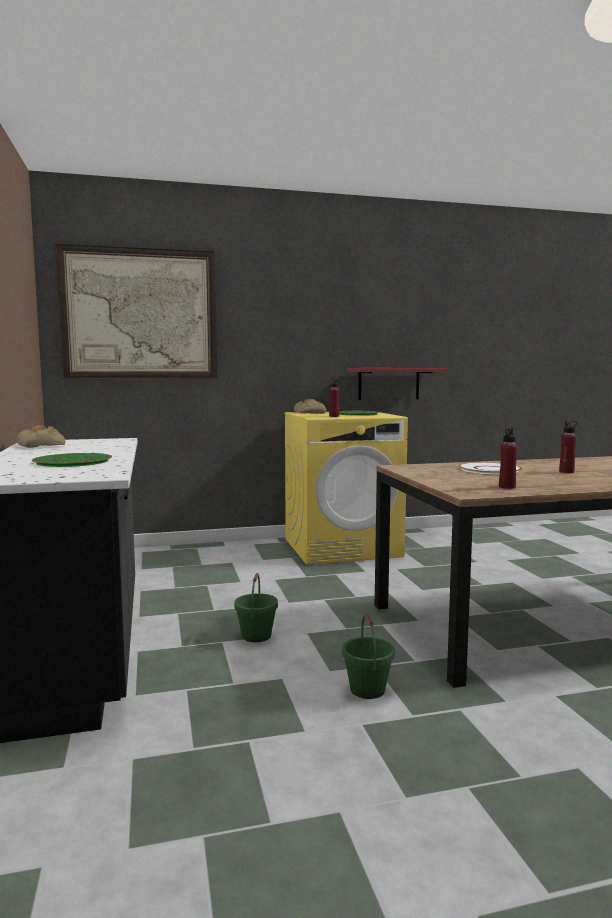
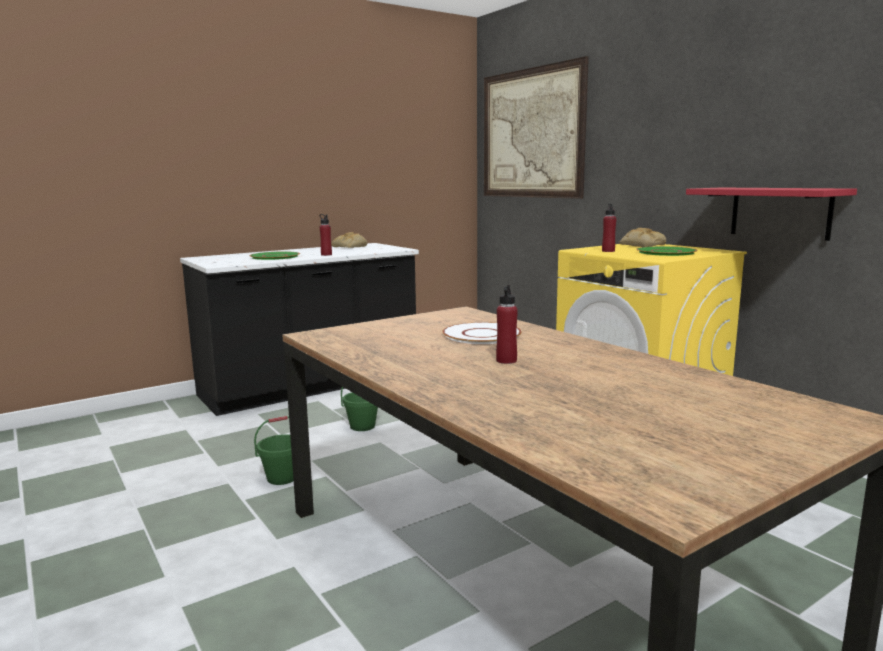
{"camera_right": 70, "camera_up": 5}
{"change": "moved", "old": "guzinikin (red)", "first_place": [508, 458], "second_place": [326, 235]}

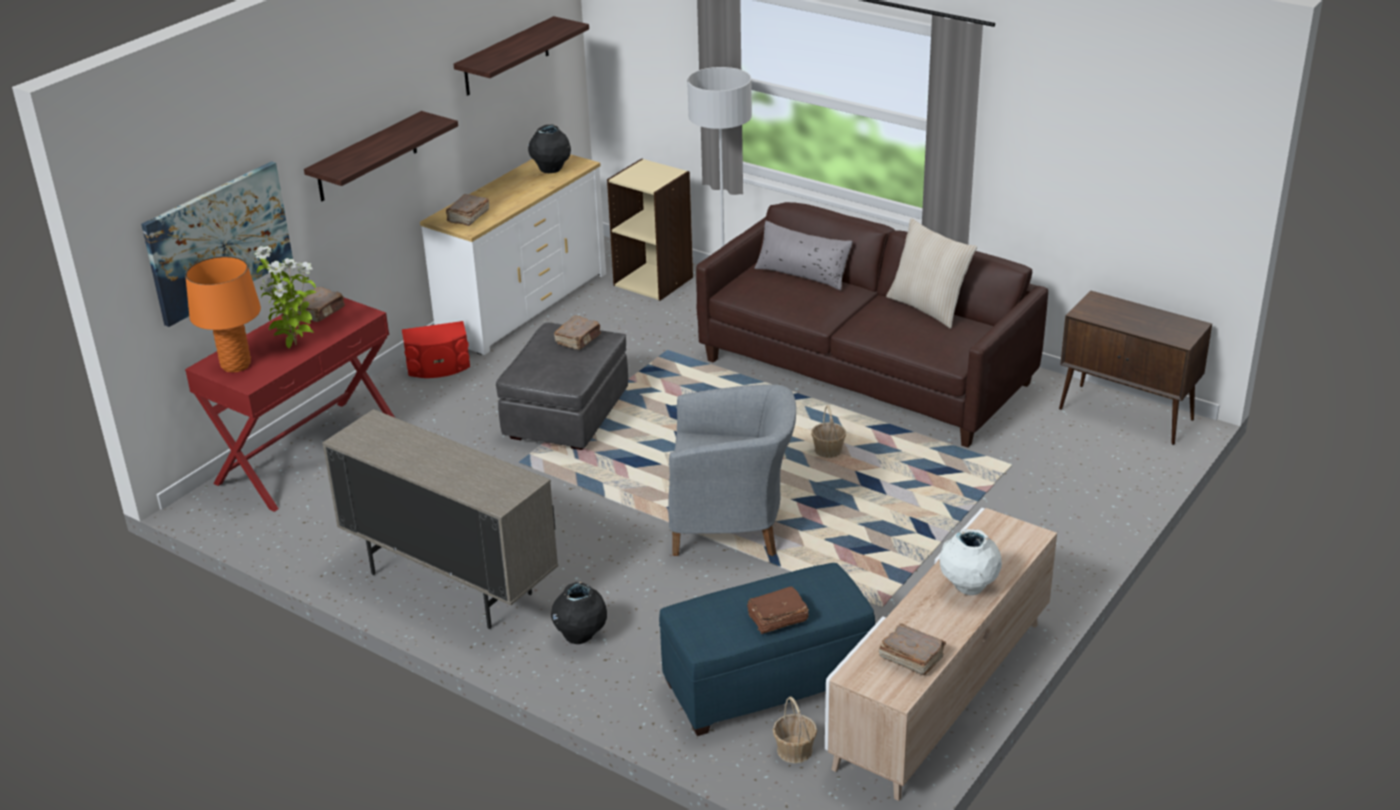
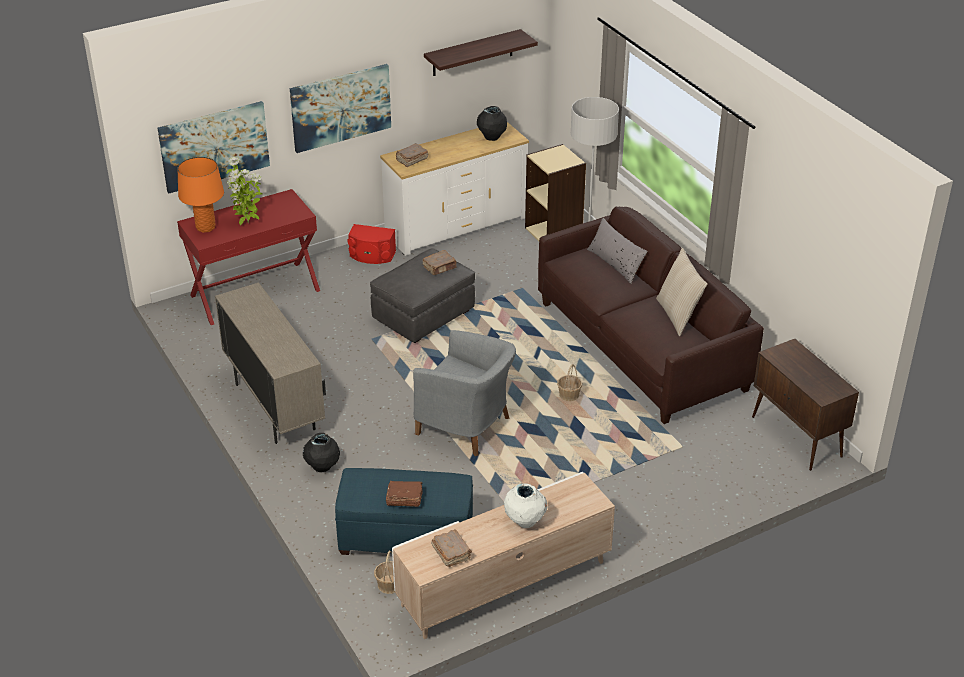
{"camera_right": 25, "camera_up": 5}
{"change": "removed", "old": "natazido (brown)", "first_place": [320, 304]}
{"change": "replaced", "old": "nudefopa", "new": "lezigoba", "first_place": [381, 156], "second_place": [340, 108]}

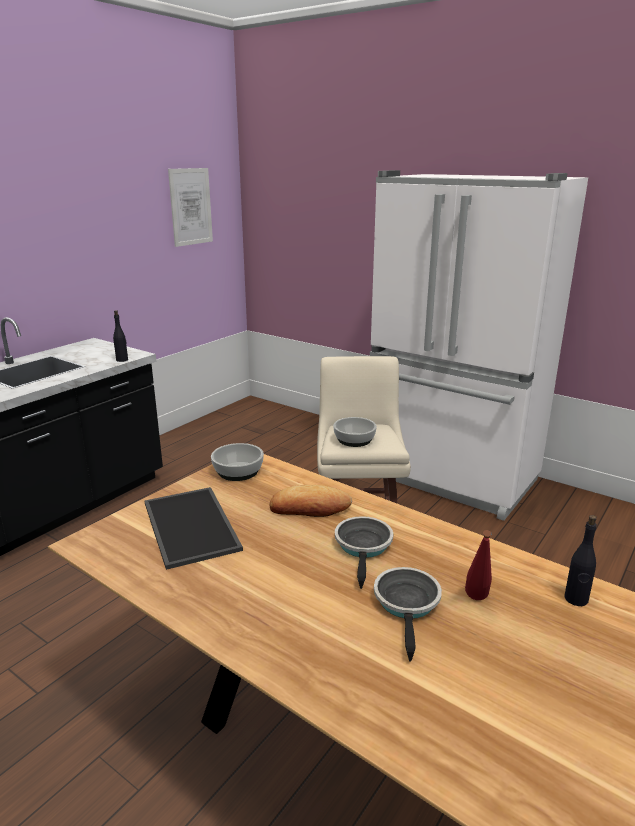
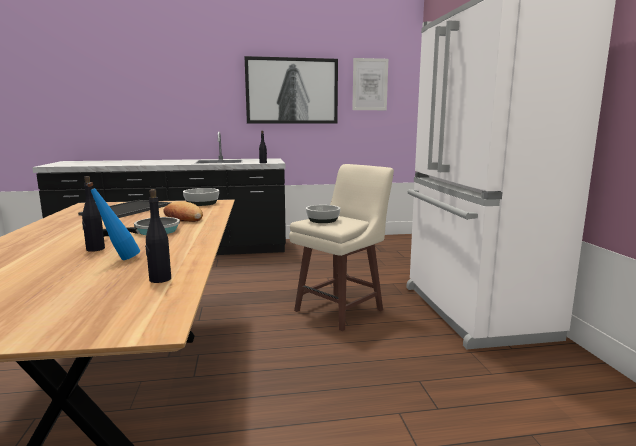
{"camera_right": 45, "camera_up": -10}
{"change": "replaced", "old": "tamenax", "new": "guzinikin (black)", "first_place": [408, 614], "second_place": [93, 214]}
{"change": "recoloured", "old": "guzinikin (red)", "new": "guzinikin (blue)", "first_place": [478, 565], "second_place": [113, 221]}
{"change": "added", "new": "lezigoba", "second_place": [291, 90]}

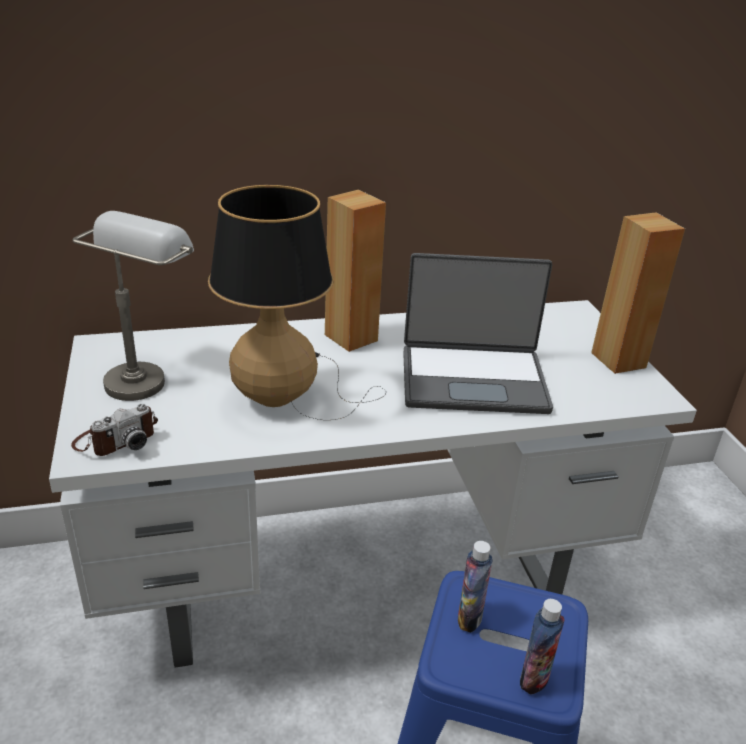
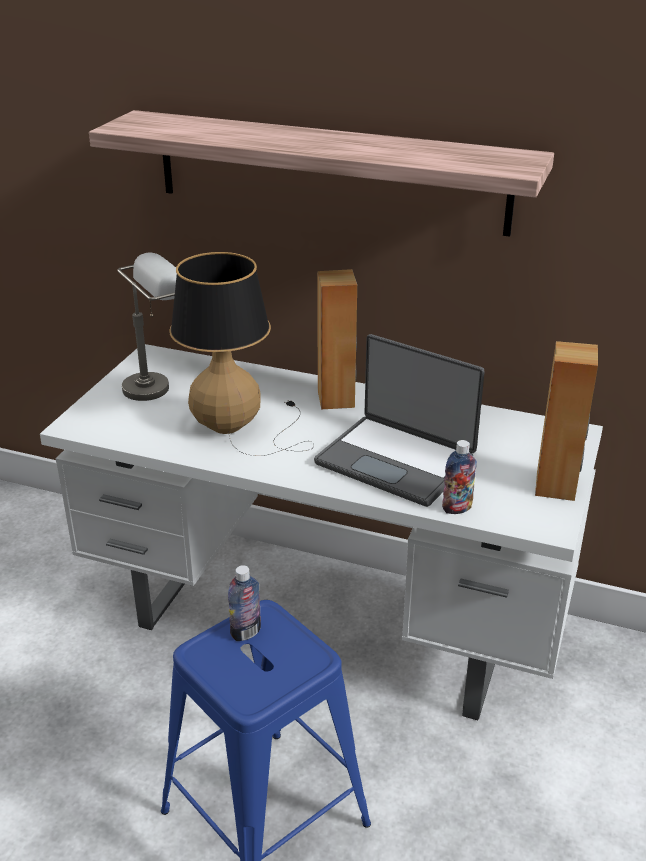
{"camera_right": 35, "camera_up": 0}
{"change": "removed", "old": "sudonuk", "first_place": [114, 430]}
{"change": "moved", "old": "guzinikin", "first_place": [542, 646], "second_place": [459, 477]}
{"change": "added", "new": "nudefopa", "second_place": [321, 173]}

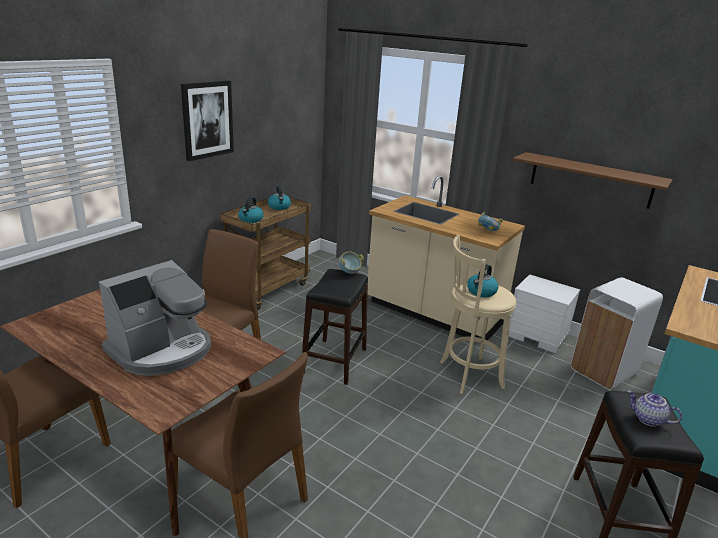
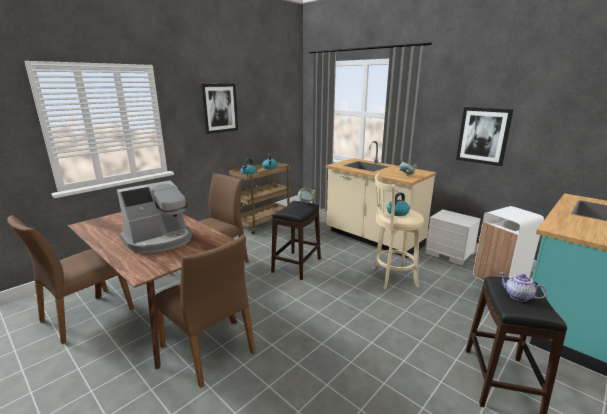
{"camera_right": 10, "camera_up": -5}
{"change": "replaced", "old": "nudefopa (brown)", "new": "lezigoba", "first_place": [593, 180], "second_place": [485, 136]}

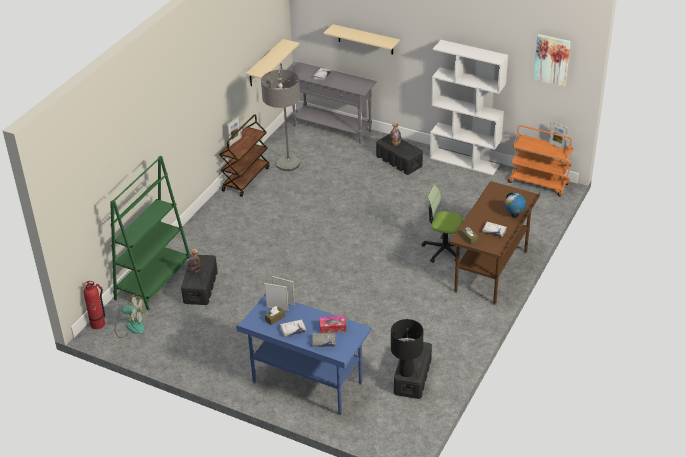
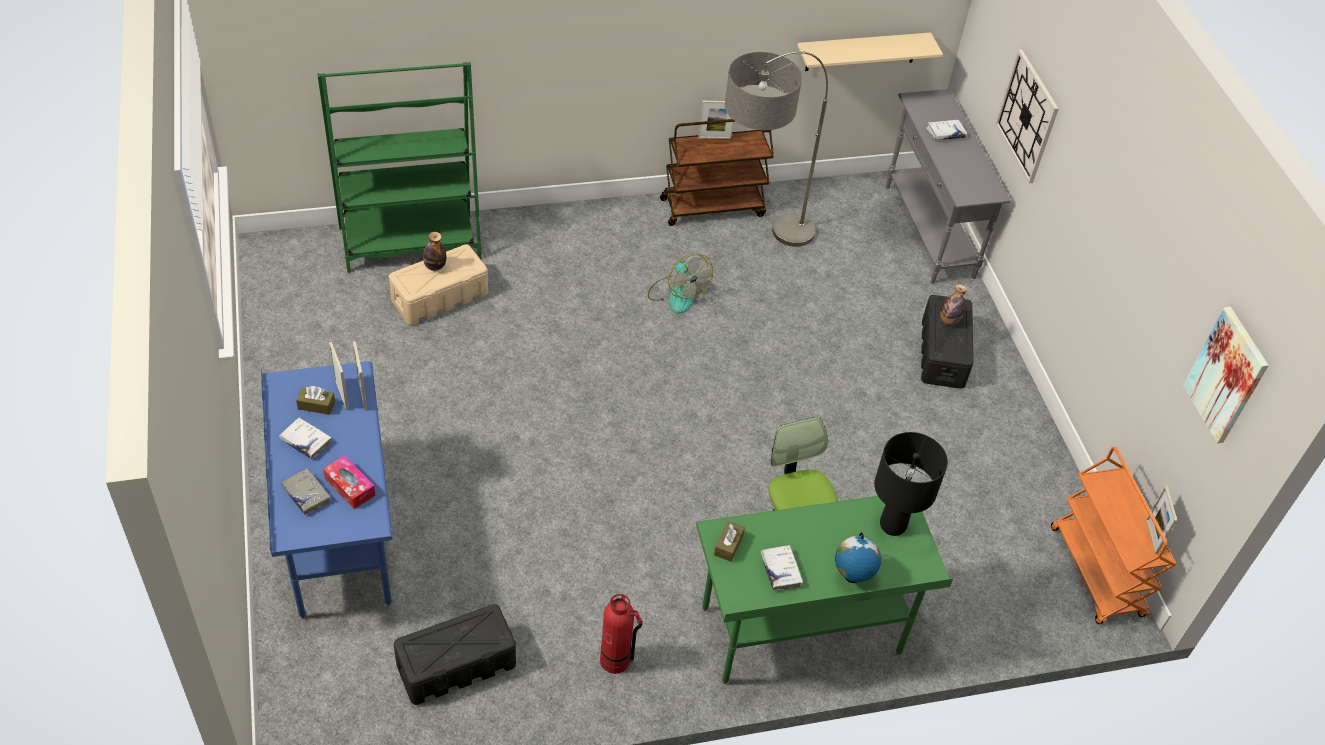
{"camera_right": 45, "camera_up": 10}
{"change": "moved", "old": "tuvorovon", "first_place": [95, 305], "second_place": [621, 634]}
{"change": "moved", "old": "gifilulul", "first_place": [130, 316], "second_place": [680, 284]}
{"change": "recoloured", "old": "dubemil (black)", "new": "dubemil (beige)", "first_place": [199, 280], "second_place": [438, 284]}
{"change": "replaced", "old": "nudefopa (beige)", "new": "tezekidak", "first_place": [362, 39], "second_place": [1027, 116]}
{"change": "moved", "old": "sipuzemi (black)", "first_place": [407, 348], "second_place": [911, 484]}
{"change": "removed", "old": "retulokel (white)", "first_place": [469, 107]}
{"change": "recoloured", "old": "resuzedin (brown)", "new": "resuzedin (green)", "first_place": [494, 243], "second_place": [824, 590]}

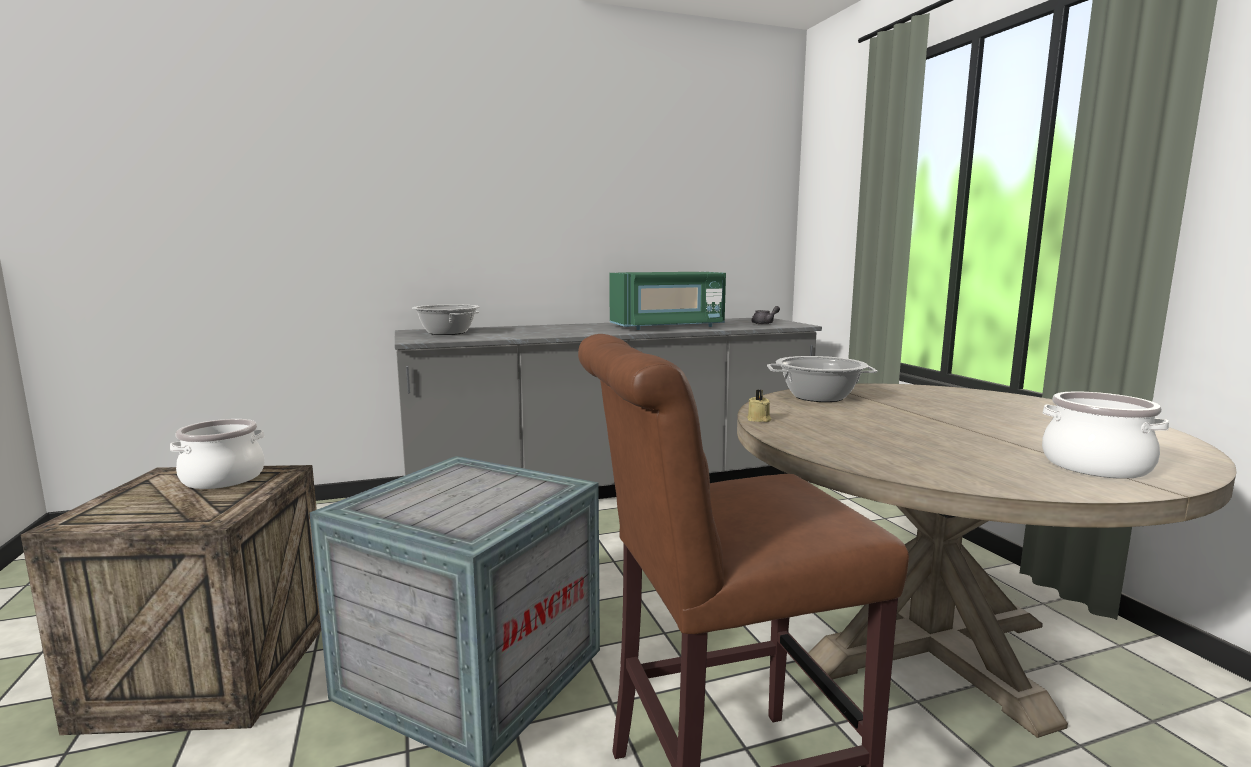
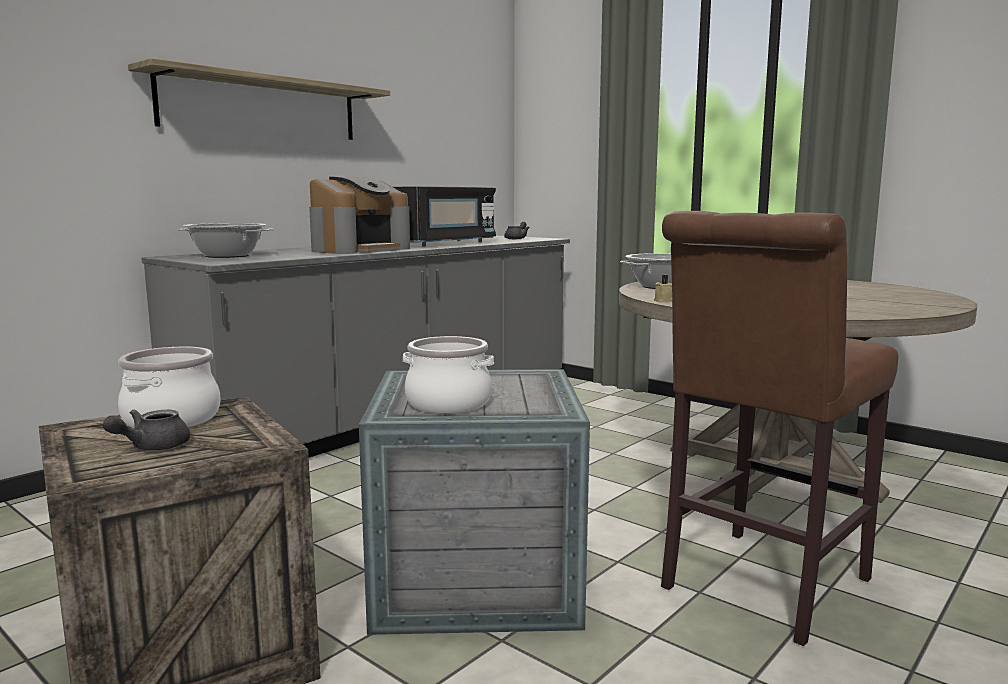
{"camera_right": -30, "camera_up": 0}
{"change": "recoloured", "old": "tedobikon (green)", "new": "tedobikon (black)", "first_place": [667, 301], "second_place": [445, 216]}
{"change": "moved", "old": "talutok", "first_place": [1105, 435], "second_place": [448, 375]}
{"change": "added", "new": "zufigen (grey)", "second_place": [146, 430]}
{"change": "added", "new": "nudefopa", "second_place": [259, 99]}
{"change": "added", "new": "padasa", "second_place": [359, 215]}

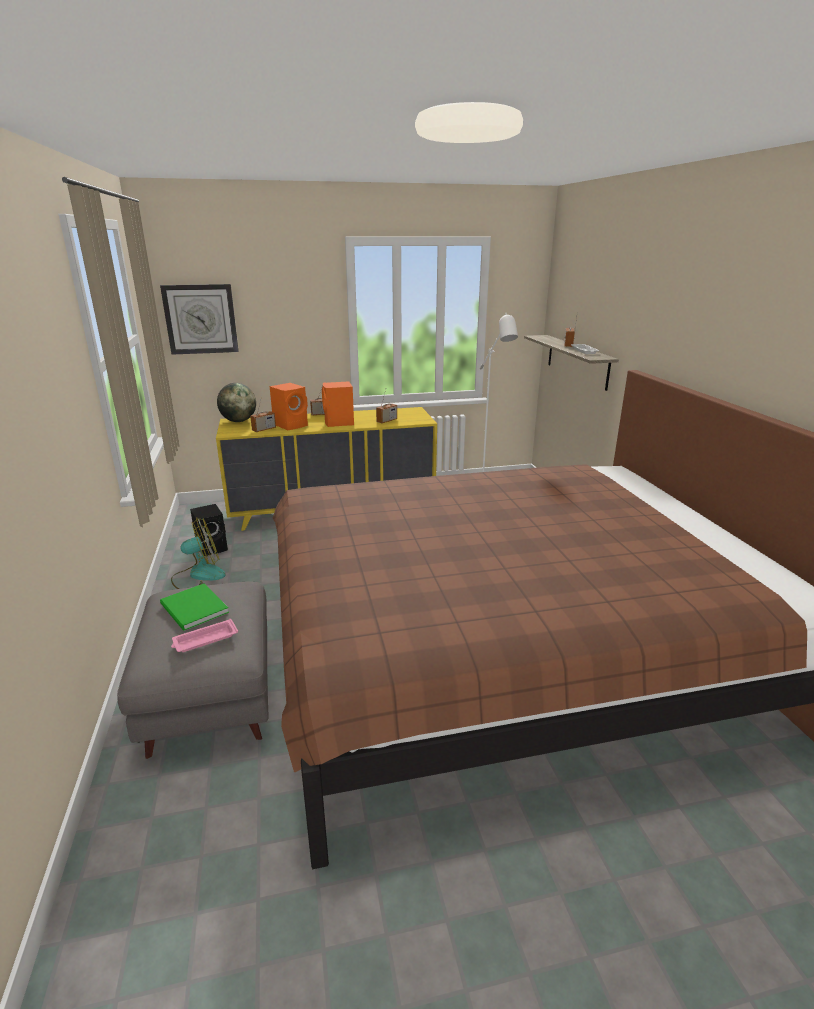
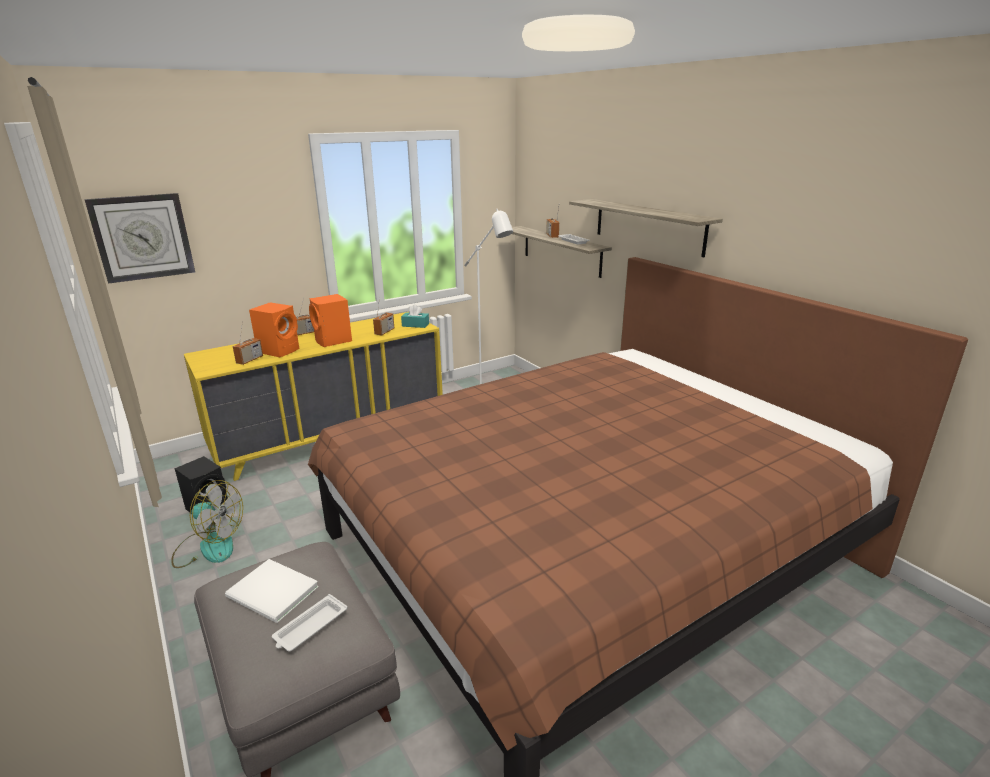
{"camera_right": -20, "camera_up": 0}
{"change": "recoloured", "old": "natazido (green)", "new": "natazido (white)", "first_place": [194, 607], "second_place": [272, 591]}
{"change": "turned", "old": "gifilulul", "first_place": [198, 553], "second_place": [207, 524], "degrees": 60}
{"change": "recoloured", "old": "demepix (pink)", "new": "demepix (white)", "first_place": [204, 635], "second_place": [309, 623]}
{"change": "removed", "old": "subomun", "first_place": [236, 402]}
{"change": "added", "new": "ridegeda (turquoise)", "second_place": [415, 316]}
{"change": "added", "new": "nudefopa", "second_place": [646, 228]}

